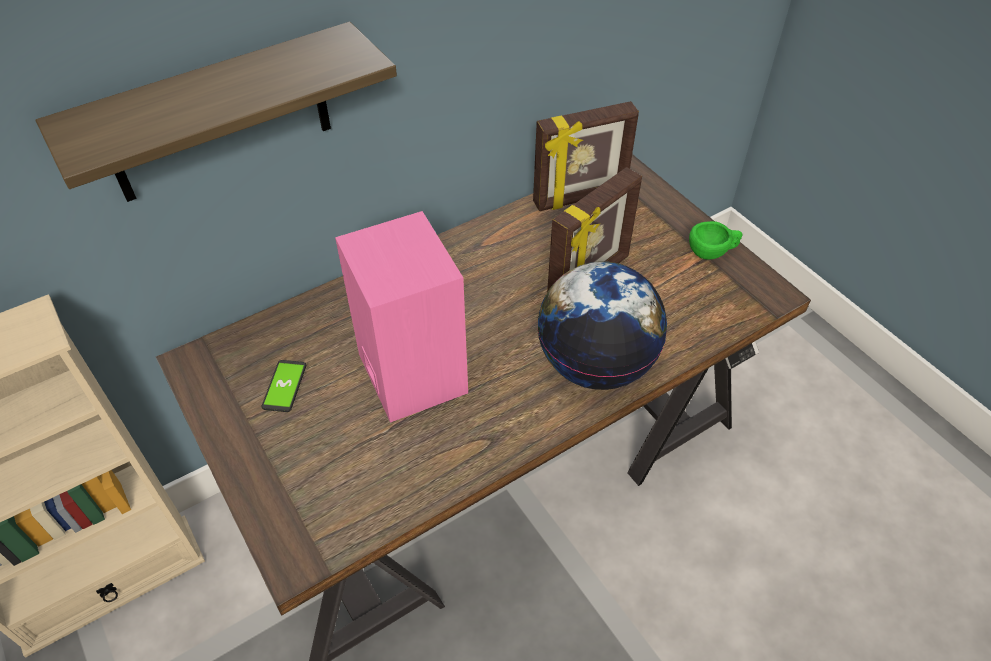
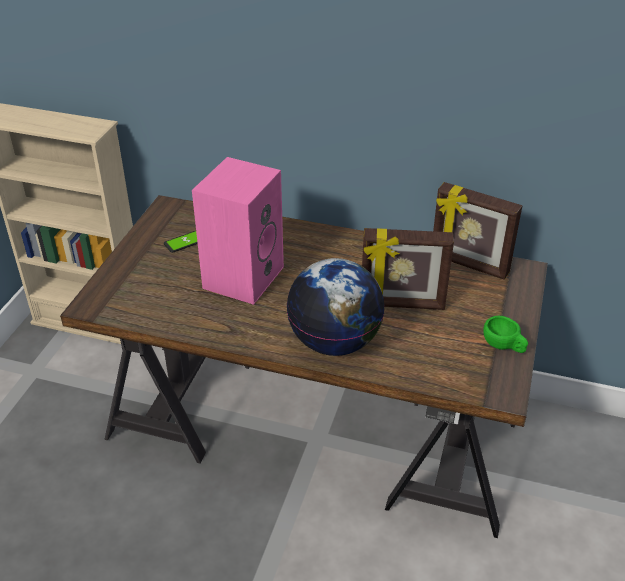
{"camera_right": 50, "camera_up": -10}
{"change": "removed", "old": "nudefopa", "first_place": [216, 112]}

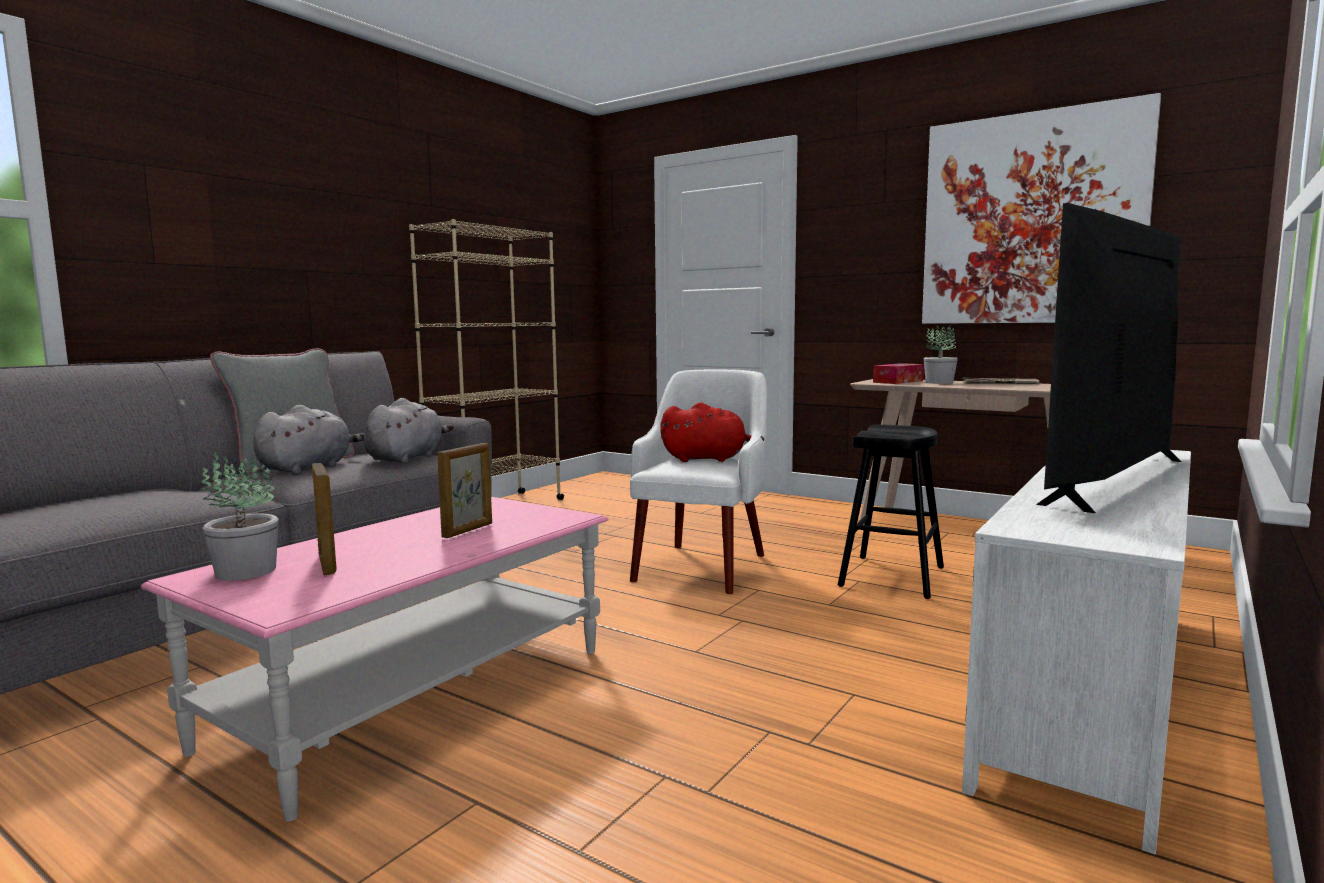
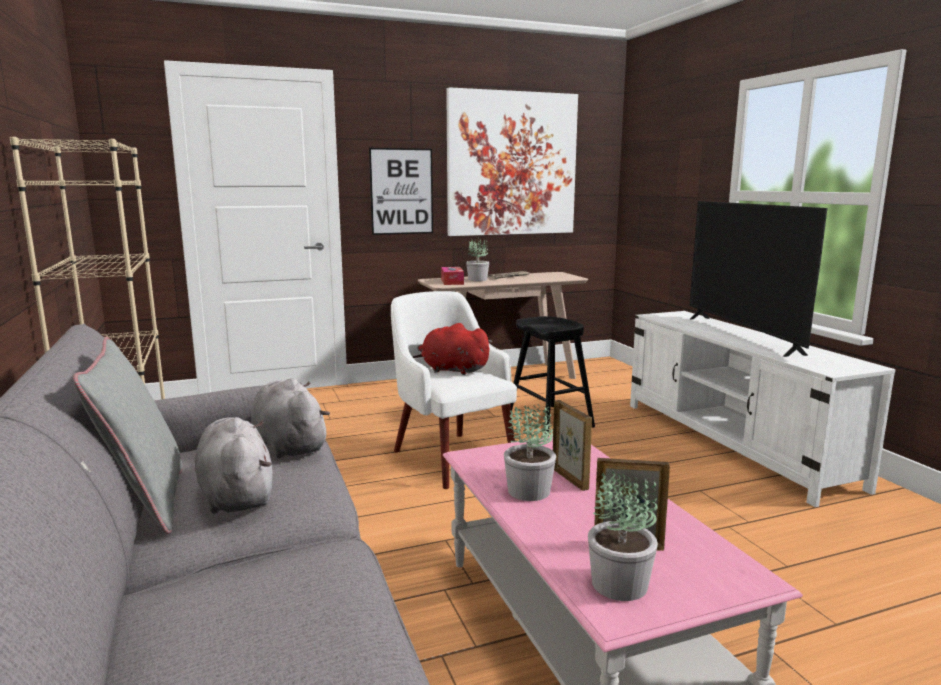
{"camera_right": -55, "camera_up": 5}
{"change": "turned", "old": "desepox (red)", "first_place": [712, 432], "second_place": [455, 349], "degrees": -105}
{"change": "added", "new": "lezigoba", "second_place": [401, 191]}
{"change": "added", "new": "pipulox", "second_place": [530, 452]}

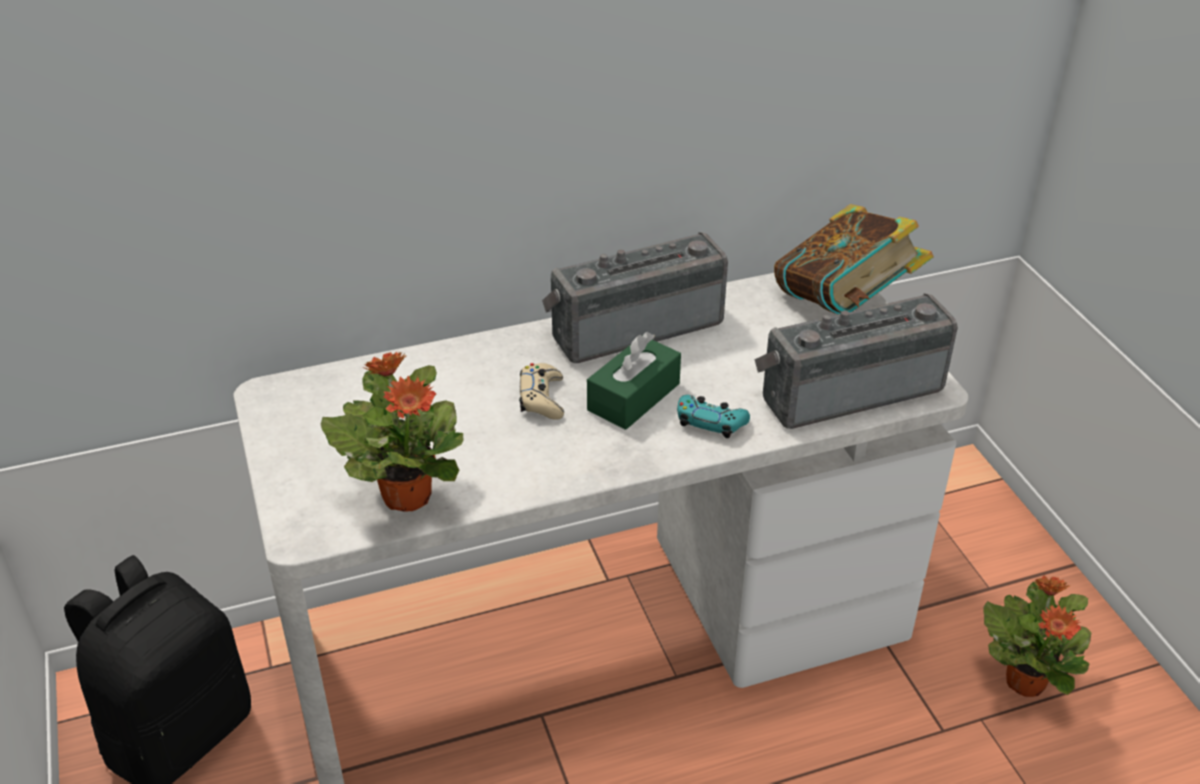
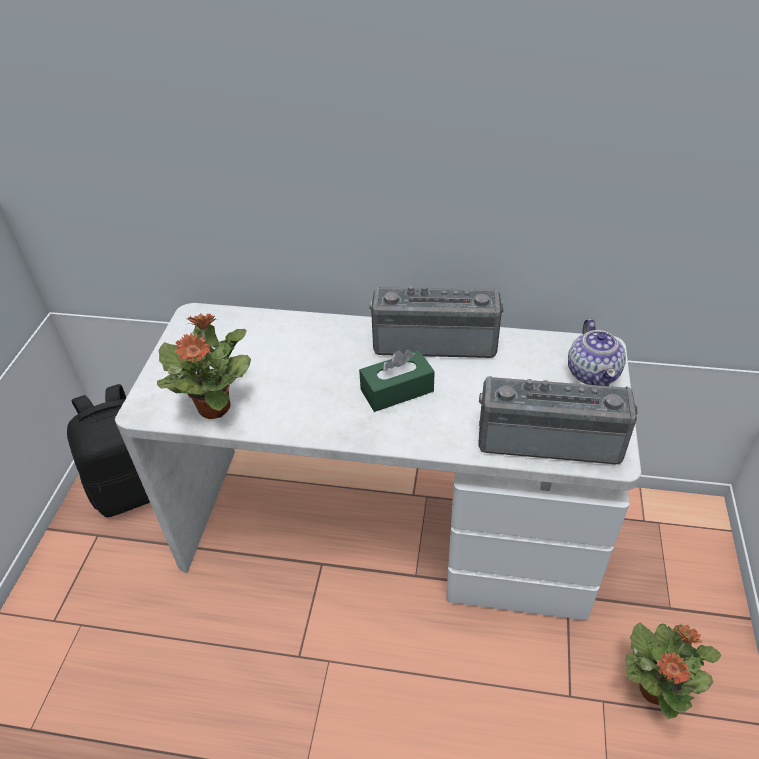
{"camera_right": 30, "camera_up": 5}
{"change": "removed", "old": "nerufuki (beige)", "first_place": [541, 391]}
{"change": "removed", "old": "nerufuki (turquoise)", "first_place": [713, 416]}
{"change": "replaced", "old": "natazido", "new": "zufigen", "first_place": [854, 259], "second_place": [597, 352]}

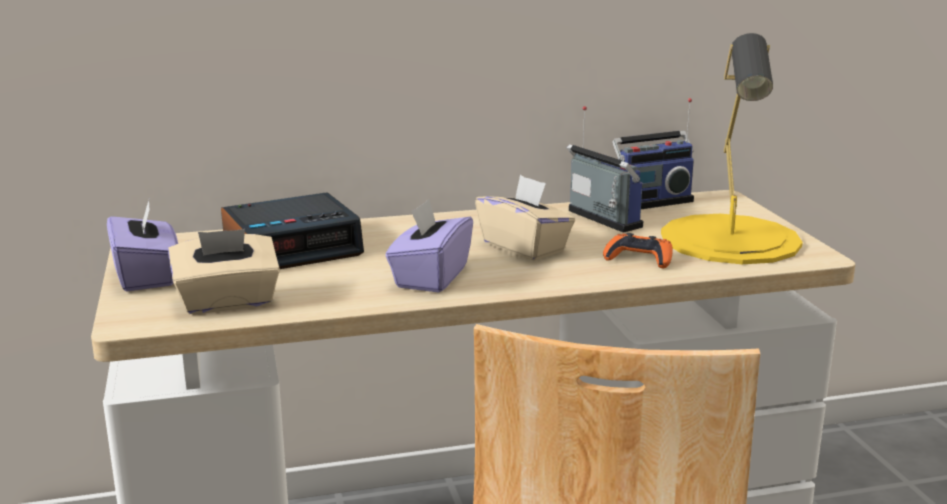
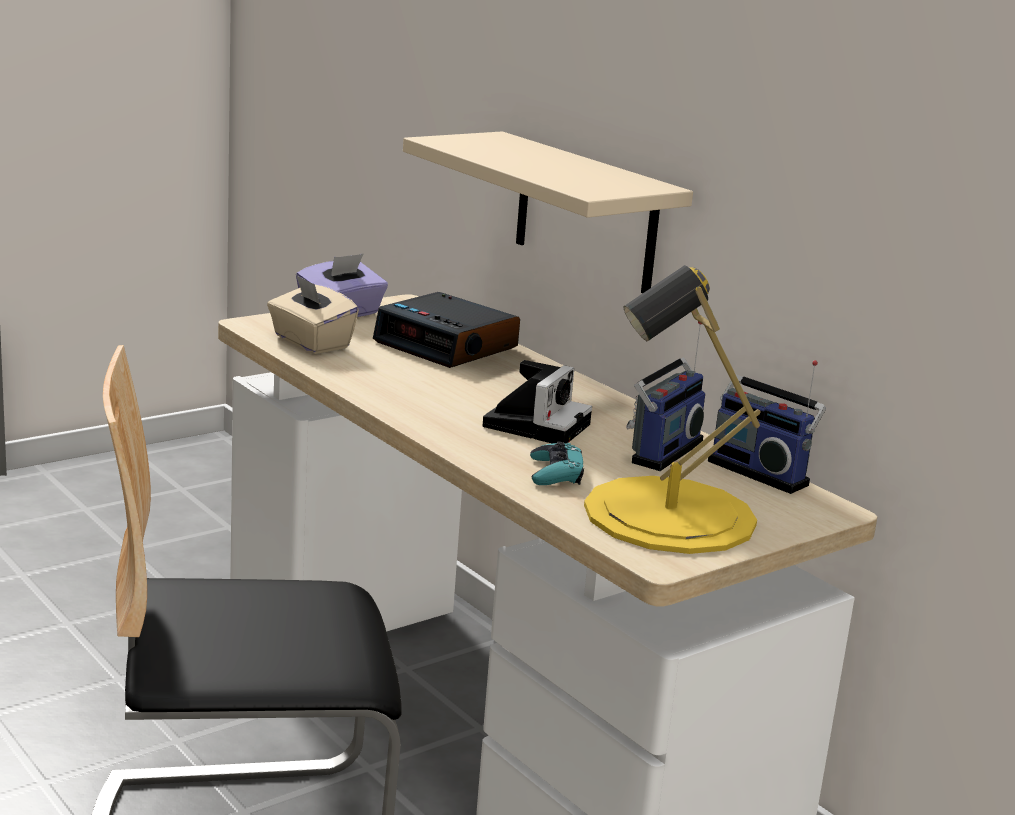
{"camera_right": 65, "camera_up": 0}
{"change": "removed", "old": "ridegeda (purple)", "first_place": [429, 246]}
{"change": "replaced", "old": "ridegeda (beige)", "new": "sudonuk", "first_place": [525, 218], "second_place": [537, 402]}
{"change": "recoloured", "old": "nerufuki (orange)", "new": "nerufuki (turquoise)", "first_place": [638, 250], "second_place": [557, 463]}
{"change": "added", "new": "nudefopa (beige)", "second_place": [548, 212]}

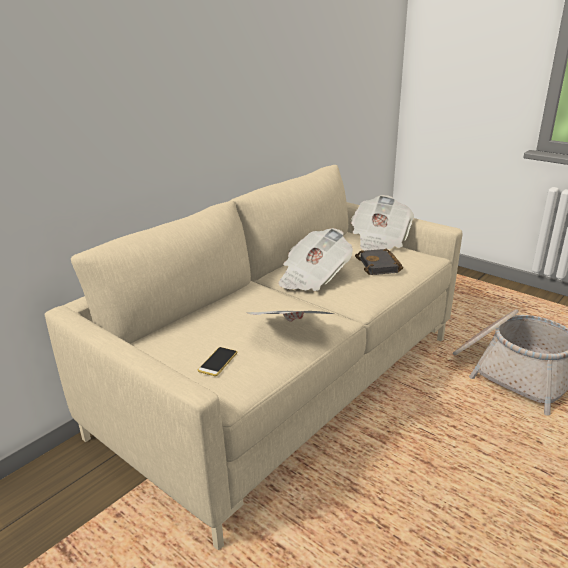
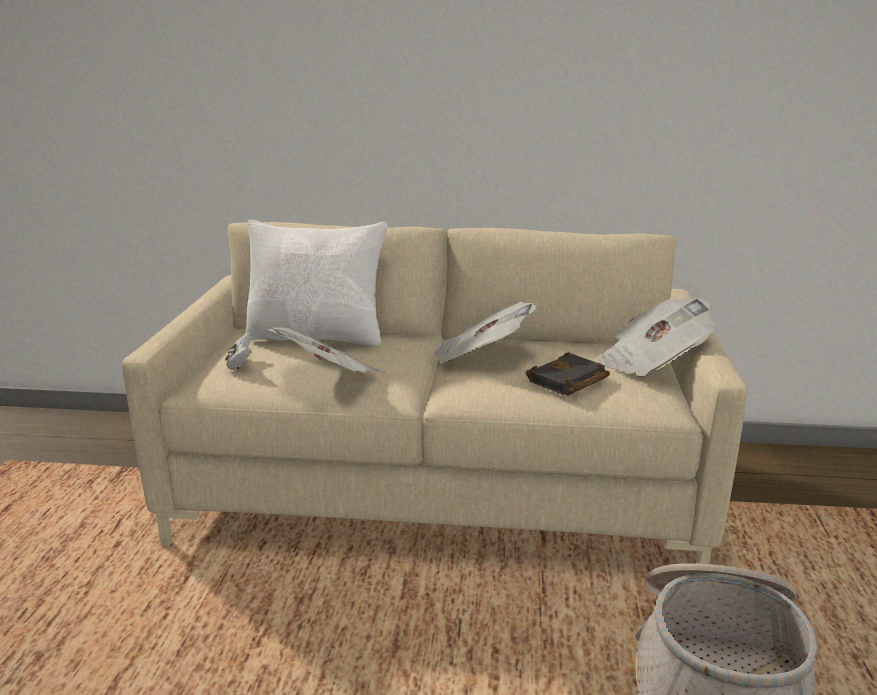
{"camera_right": 55, "camera_up": -5}
{"change": "replaced", "old": "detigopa", "new": "nerufuki (white)", "first_place": [217, 361], "second_place": [239, 351]}
{"change": "added", "new": "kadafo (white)", "second_place": [316, 283]}

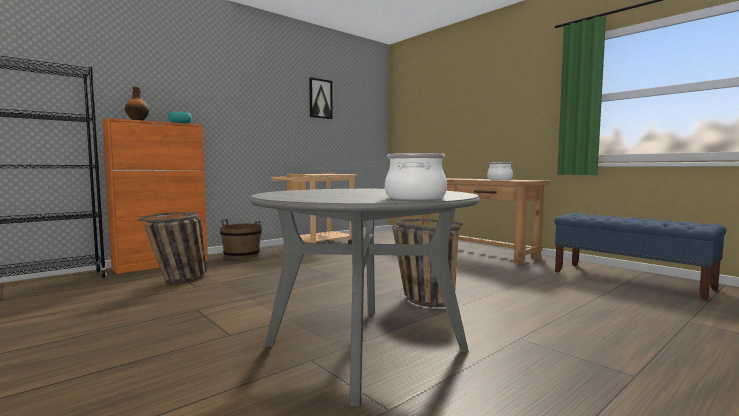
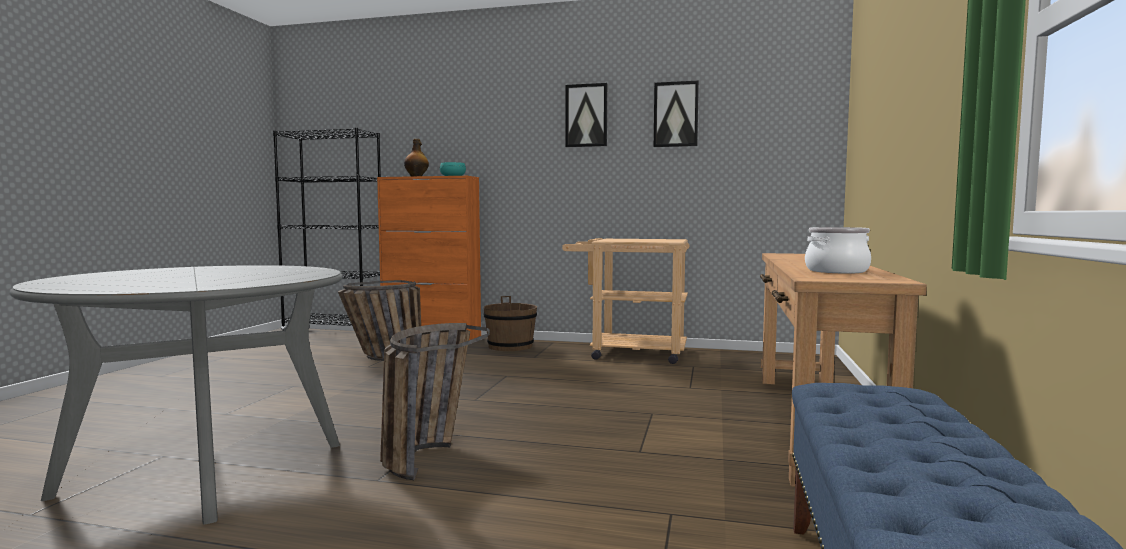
{"camera_right": 55, "camera_up": 0}
{"change": "removed", "old": "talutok", "first_place": [416, 176]}
{"change": "added", "new": "lezigoba", "second_place": [586, 115]}

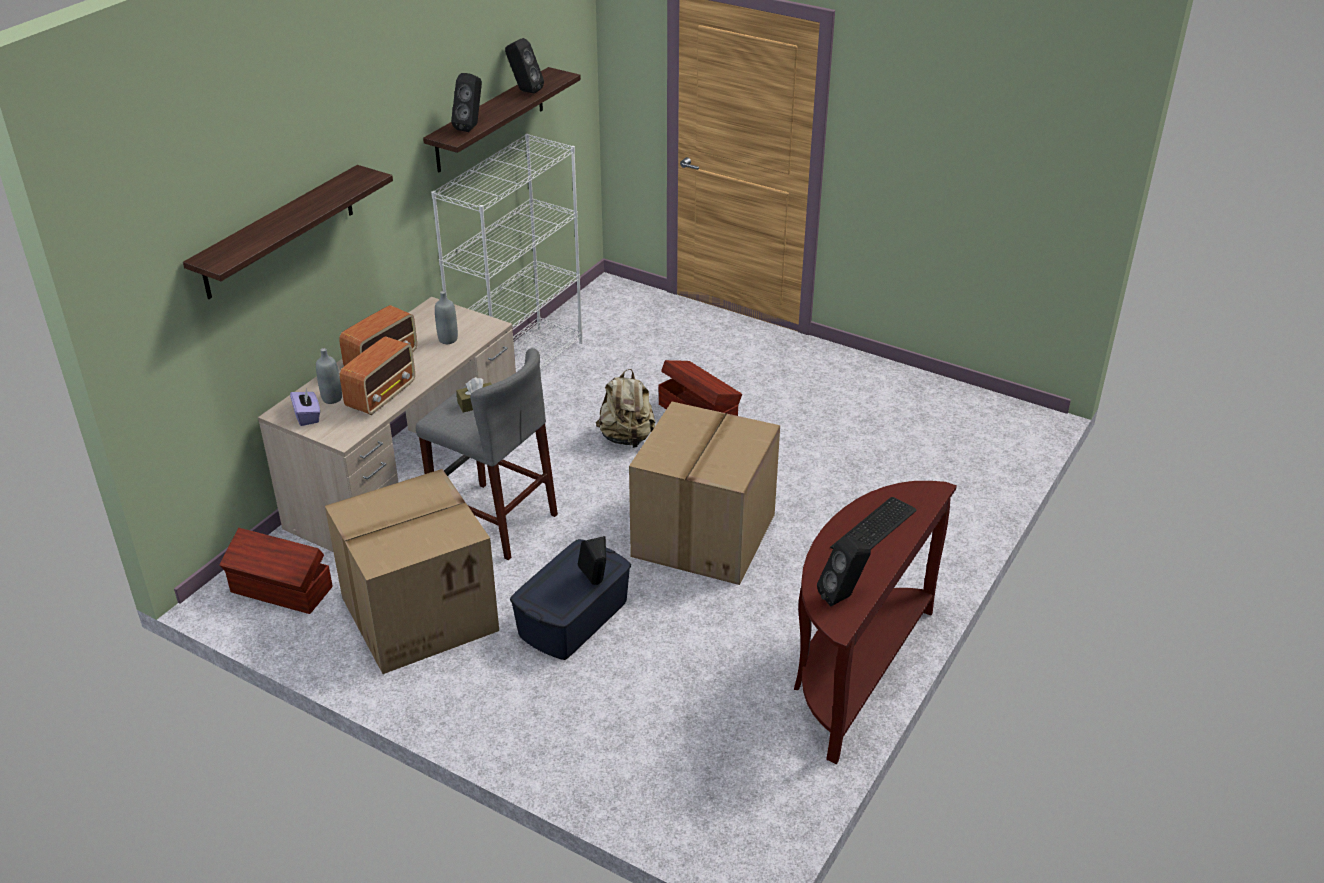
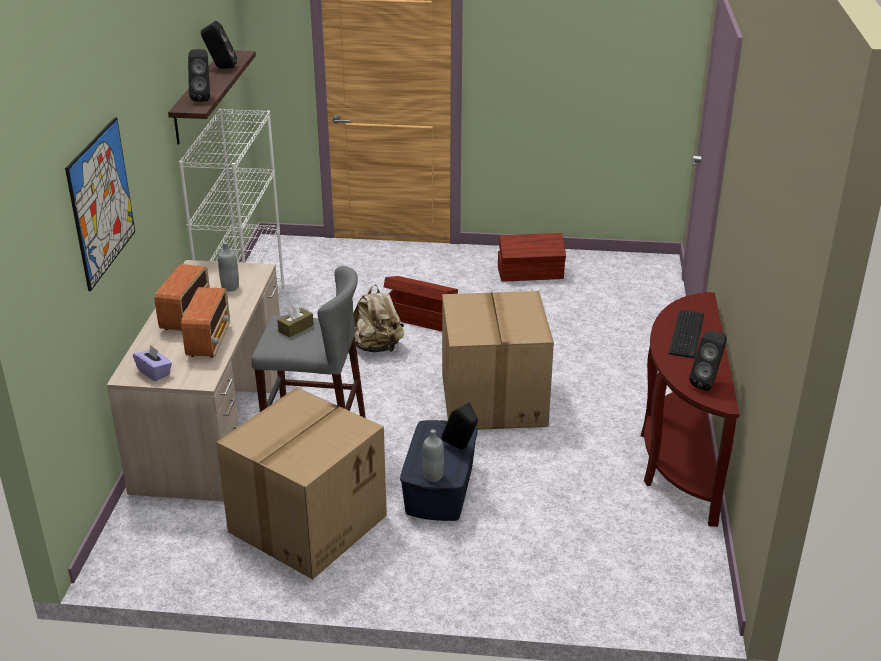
{"camera_right": -25, "camera_up": -5}
{"change": "replaced", "old": "nudefopa", "new": "lezigoba", "first_place": [288, 232], "second_place": [100, 204]}
{"change": "moved", "old": "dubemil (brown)", "first_place": [276, 571], "second_place": [532, 257]}
{"change": "moved", "old": "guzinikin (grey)", "first_place": [329, 376], "second_place": [433, 455]}

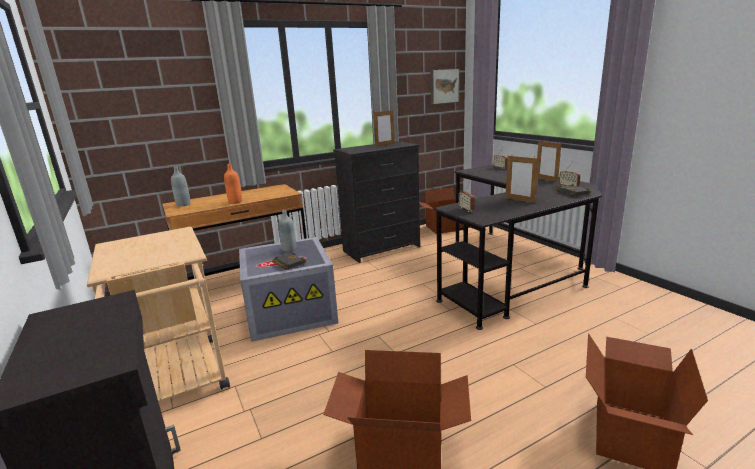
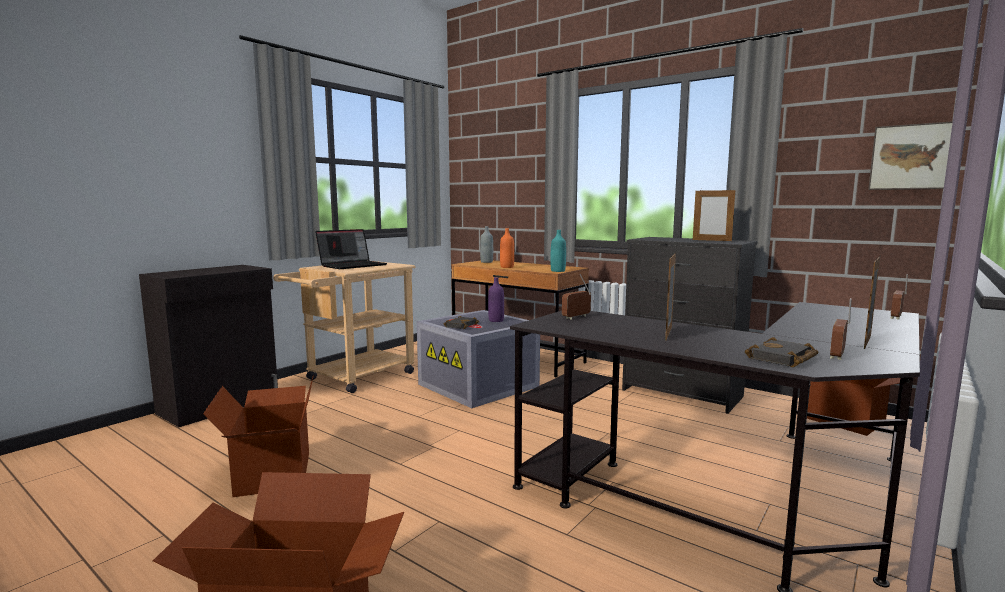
{"camera_right": 65, "camera_up": -10}
{"change": "recoloured", "old": "guzinikin (grey)", "new": "guzinikin (purple)", "first_place": [287, 231], "second_place": [496, 299]}
{"change": "added", "new": "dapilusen", "second_place": [351, 249]}
{"change": "added", "new": "guzinikin (turquoise)", "second_place": [558, 251]}

